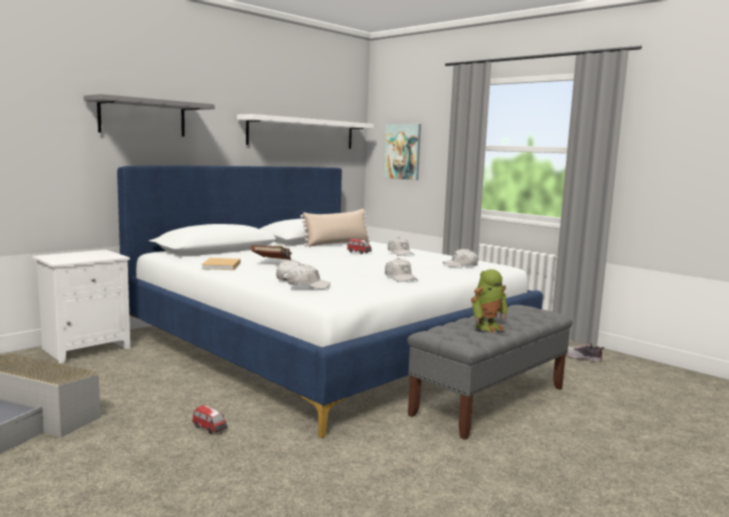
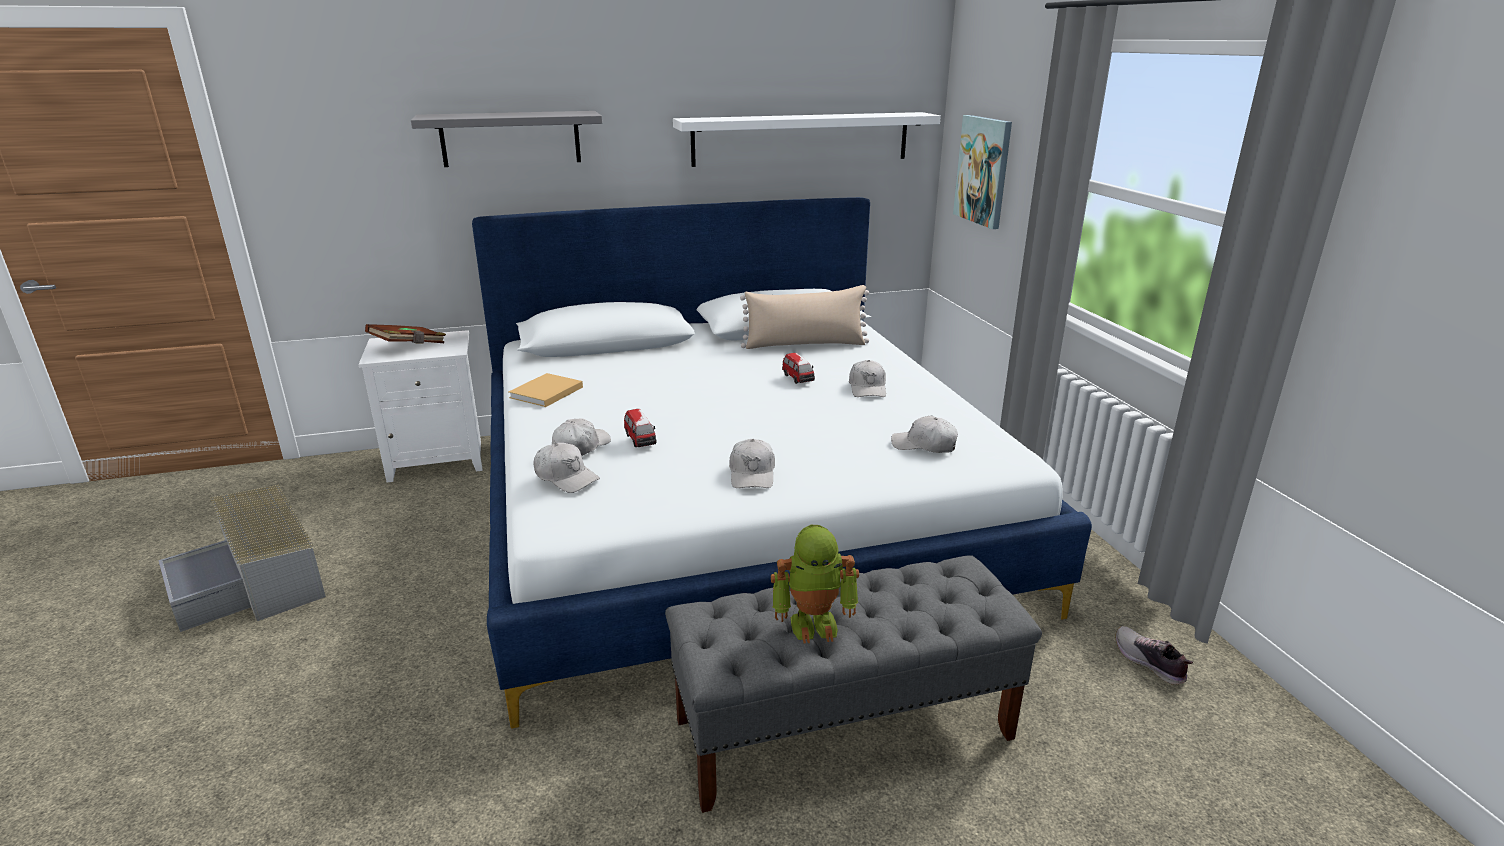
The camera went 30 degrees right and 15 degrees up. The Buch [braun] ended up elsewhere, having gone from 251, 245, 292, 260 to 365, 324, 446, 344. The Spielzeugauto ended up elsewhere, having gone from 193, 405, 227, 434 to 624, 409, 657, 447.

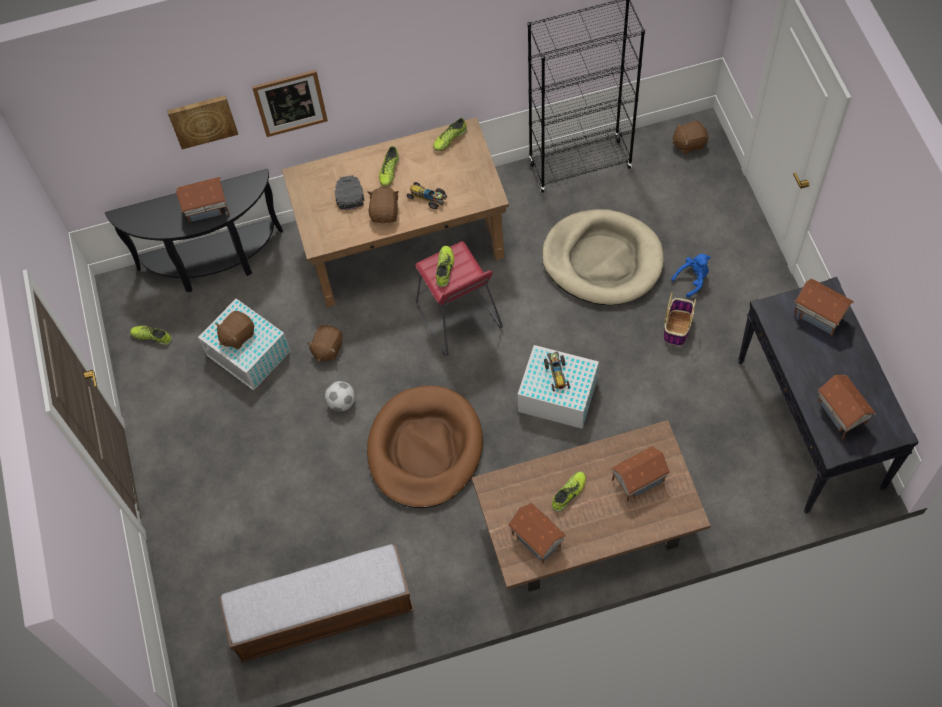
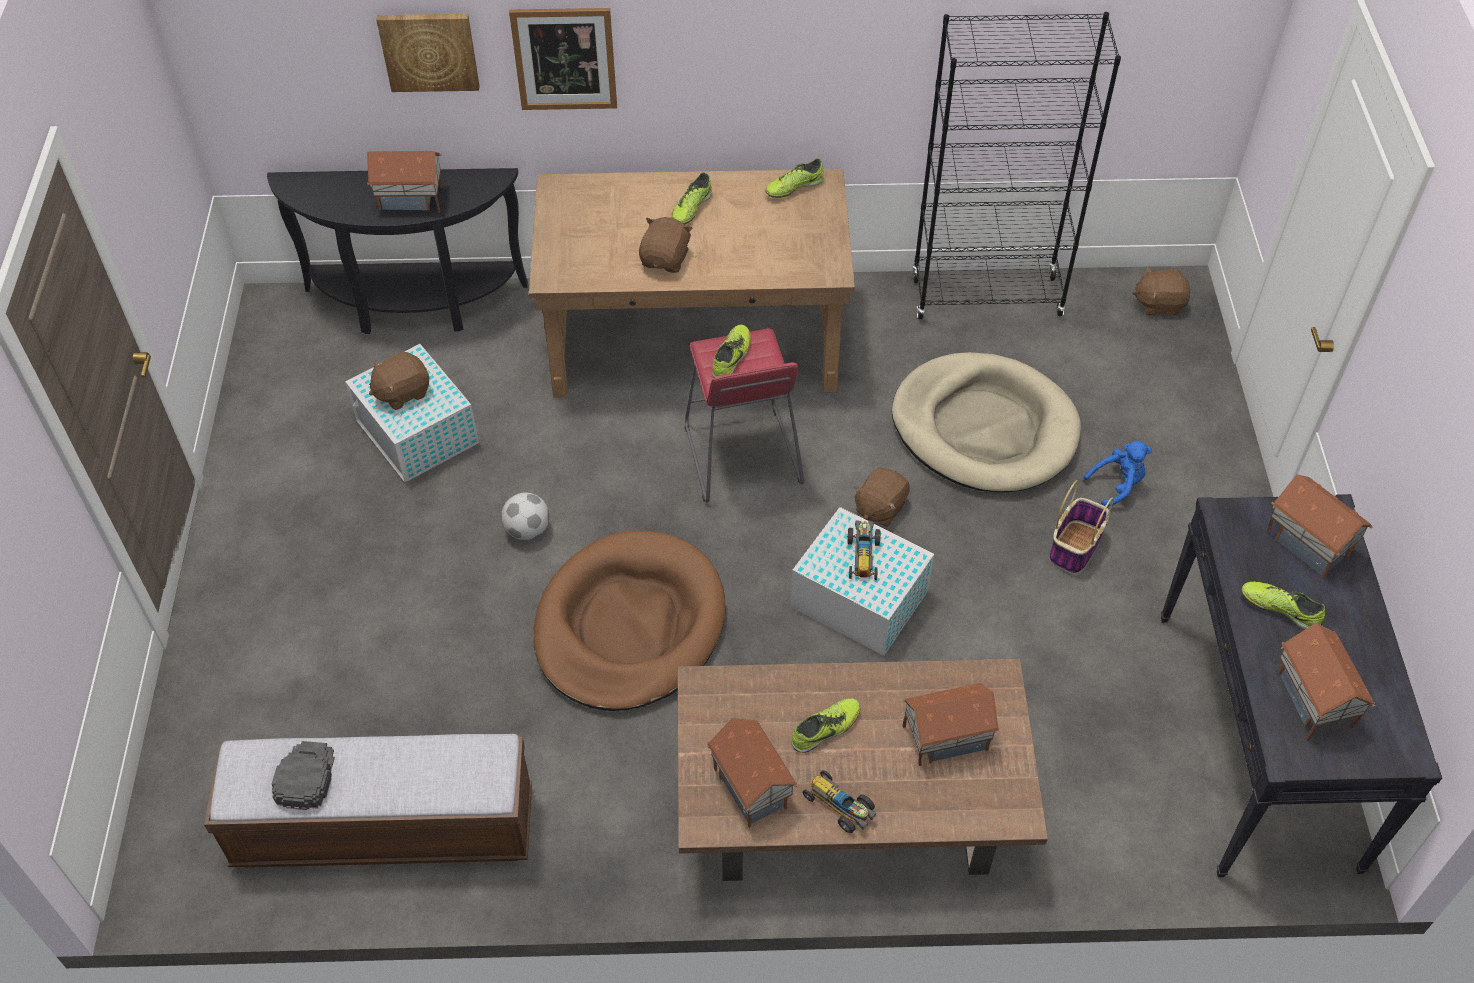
The camera went 10 degrees right and 10 degrees down. The Kappe [schwarz] ended up elsewhere, having gone from 335, 175, 364, 210 to 271, 741, 335, 810. The Spielzeugauto ended up elsewhere, having gone from 407, 182, 447, 209 to 802, 770, 876, 833. The Plüschtier [braun] ended up elsewhere, having gone from 307, 325, 342, 362 to 853, 468, 910, 526. The Schuh ended up elsewhere, having gone from 130, 326, 172, 345 to 1241, 582, 1325, 630.

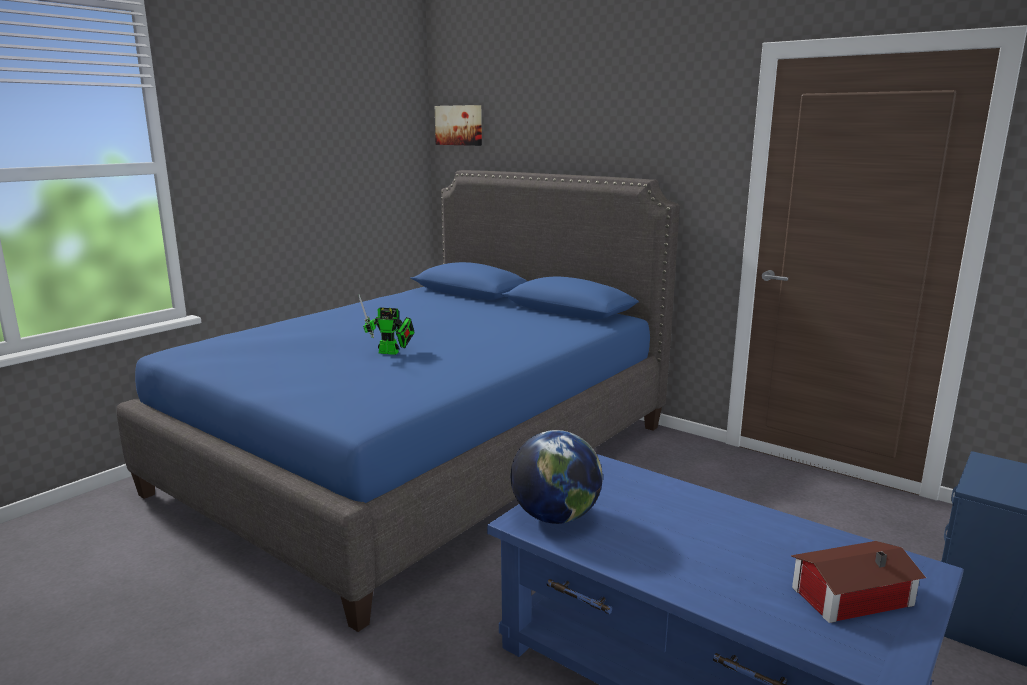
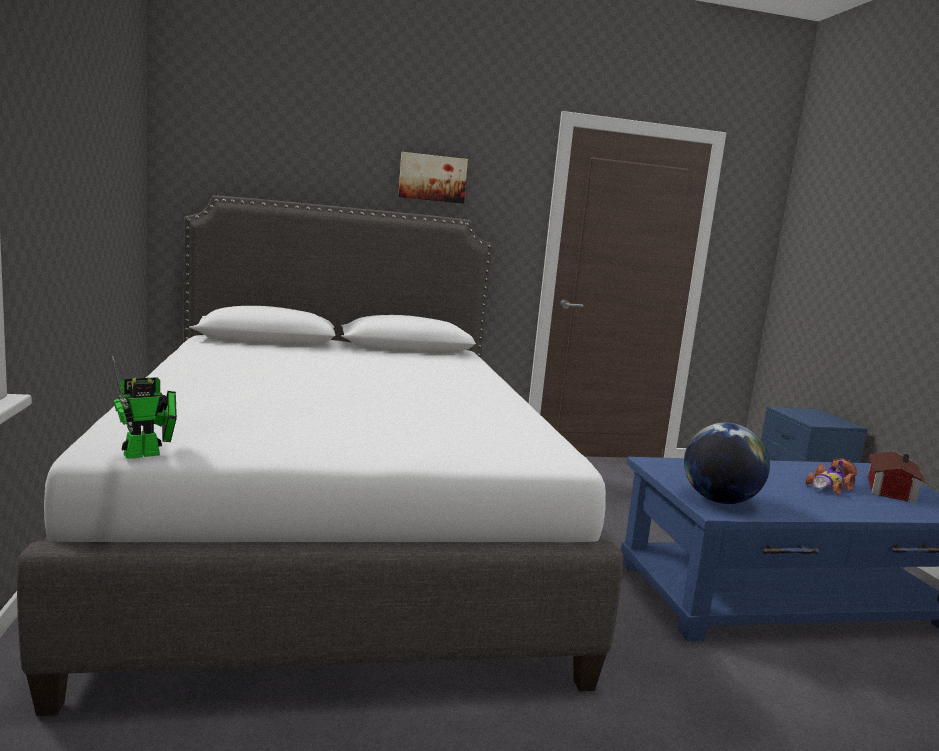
The camera went 50 degrees left and 5 degrees down. The Bild ended up elsewhere, having gone from 435, 105, 482, 146 to 398, 152, 468, 204. What was the Bett [blau] at 117, 170, 680, 632 turned into the Bett [weiß] at 17, 195, 623, 716. The Spielzeugroboter ended up elsewhere, having gone from 358, 294, 415, 355 to 112, 356, 177, 459. The second view gained the Spielzeugauto at 805, 458, 857, 494.

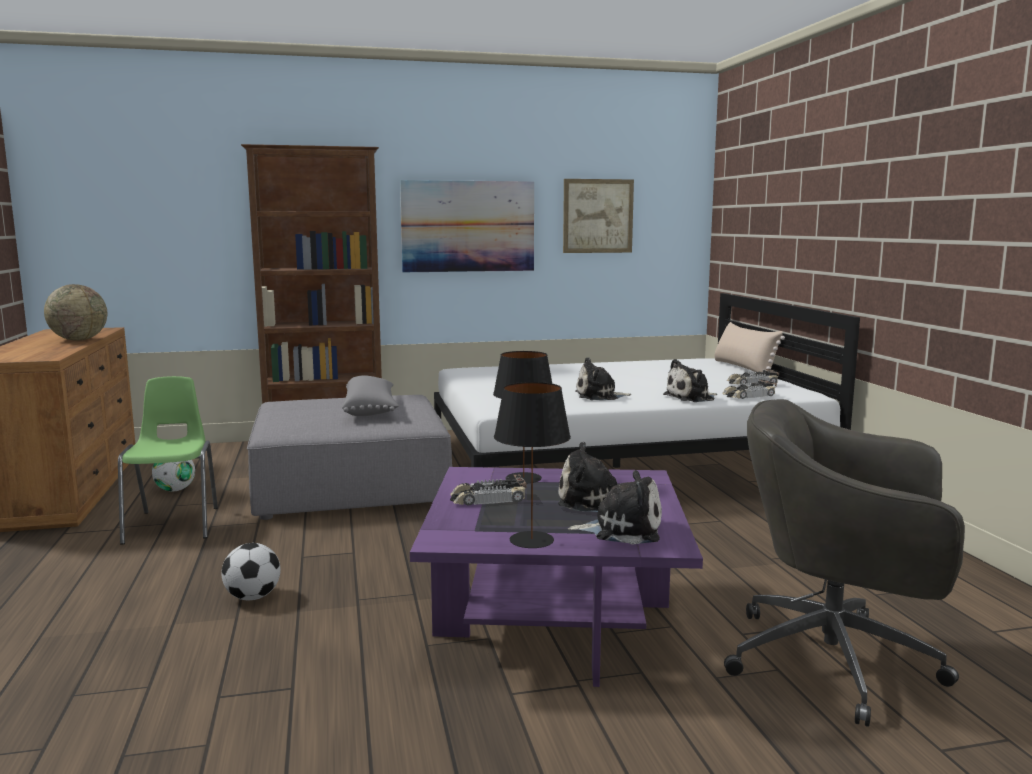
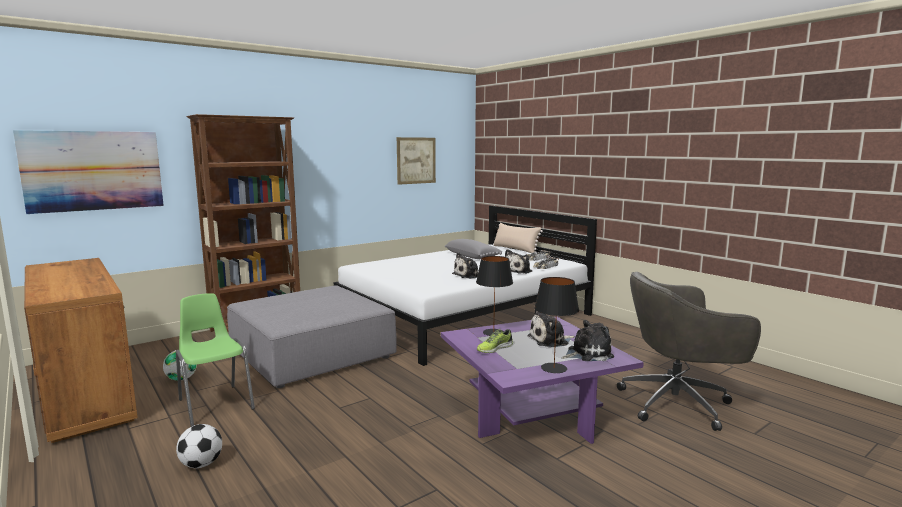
The camera went 25 degrees left and 0 degrees up. The Bild ended up elsewhere, having gone from 400, 180, 534, 272 to 13, 130, 164, 214. The second view lost the Globus at 44, 284, 107, 341. The Kissen [grau] ended up elsewhere, having gone from 342, 375, 399, 416 to 445, 239, 502, 259. Where the Spielzeugauto stood at 450, 474, 527, 506, the Schuh came to stand at 477, 329, 513, 353. The Fußball ended up elsewhere, having gone from 221, 543, 281, 600 to 176, 424, 222, 468.

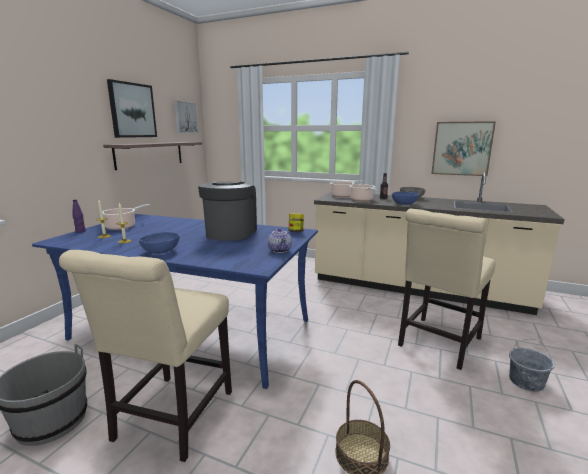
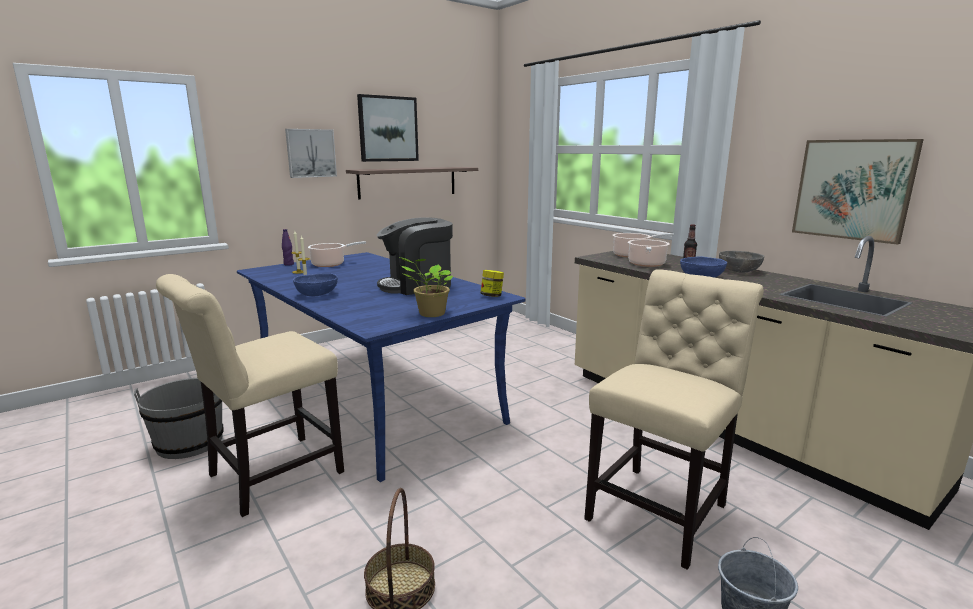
The camera went 30 degrees right and 0 degrees up. The Bild ended up elsewhere, having gone from 174, 101, 199, 133 to 285, 129, 337, 178. The Kaffeemaschine at 198, 181, 257, 241 ended up facing another way, 150 degrees counterclockwise from before. The Stuhl [beige] at 398, 209, 496, 370 ended up facing another way, 150 degrees clockwise from before. Where the Teekanne stood at 268, 228, 292, 253, the Topfpflanze came to stand at 400, 257, 453, 317.

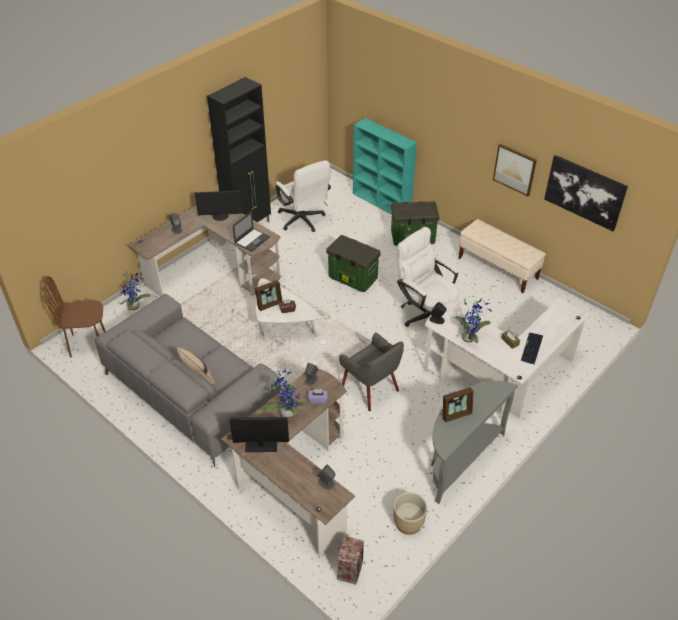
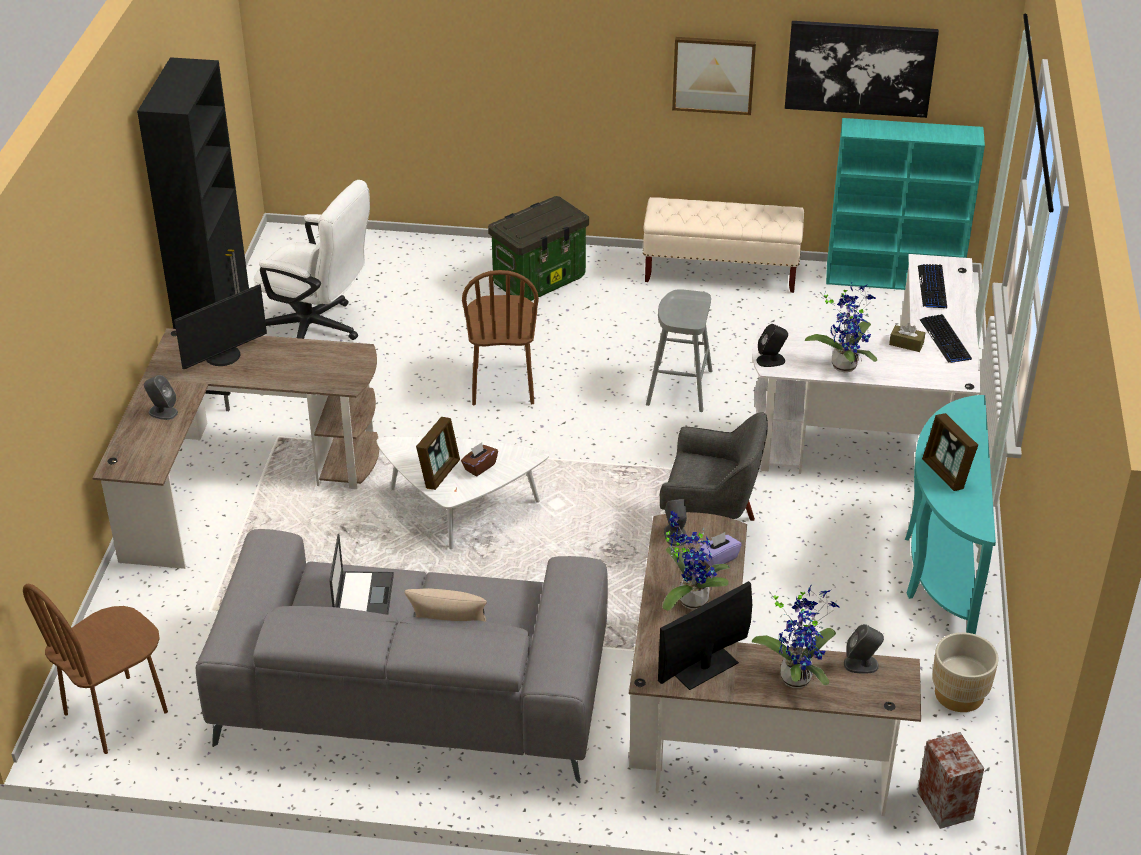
The camera went 35 degrees left and 5 degrees down. The Bücherregal [türkis] ended up elsewhere, having gone from 353, 118, 417, 214 to 826, 118, 985, 290. The Laptop ended up elsewhere, having gone from 232, 211, 270, 252 to 329, 534, 394, 615. Where the Bürostuhl [weiß] stood at 397, 227, 460, 327, the Hocker [grau] came to stand at 646, 289, 713, 412. Where the Aufbewahrungsbox stood at 326, 235, 381, 292, the Stuhl [braun] came to stand at 462, 270, 539, 405. The Topfpflanze ended up elsewhere, having gone from 121, 271, 151, 311 to 752, 584, 840, 688. What was the Konsolentisch [grau] at 431, 381, 518, 504 turned into the Konsolentisch [türkis] at 905, 395, 996, 634. The Bilderrahmen at 443, 387, 474, 422 ended up facing another way, 120 degrees clockwise from before. The second view gained the Tastatur at 918, 264, 947, 309.

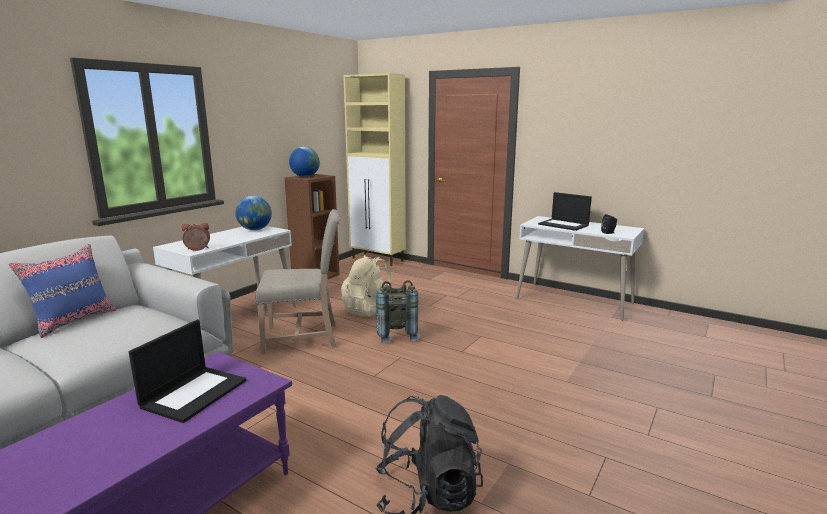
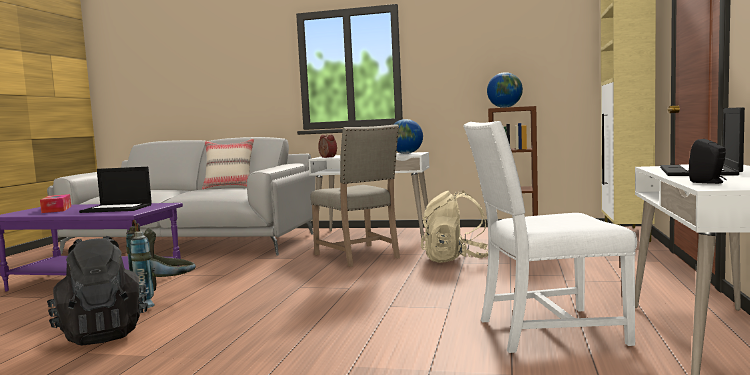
The camera went 70 degrees right and 10 degrees down. What was the Kissen [blau] at 9, 244, 117, 338 turned into the Kissen [beige] at 202, 139, 254, 189. The Rucksack [grau] ended up elsewhere, having gone from 376, 280, 420, 344 to 126, 220, 196, 309. The second view gained the Stuhl [weiß] at 464, 121, 637, 353. The second view gained the Taschentuchbox at 40, 194, 71, 213.

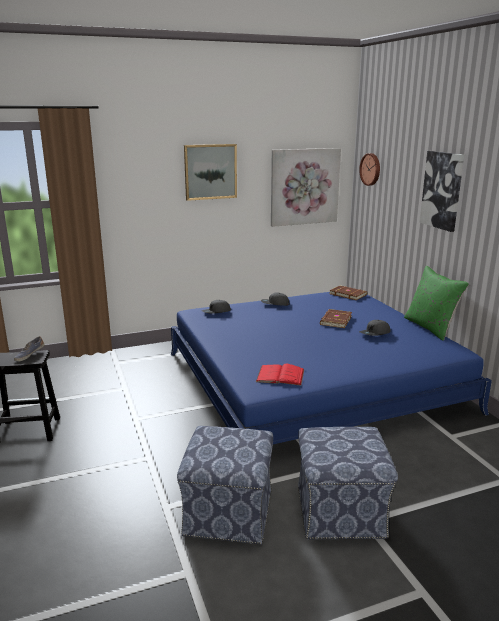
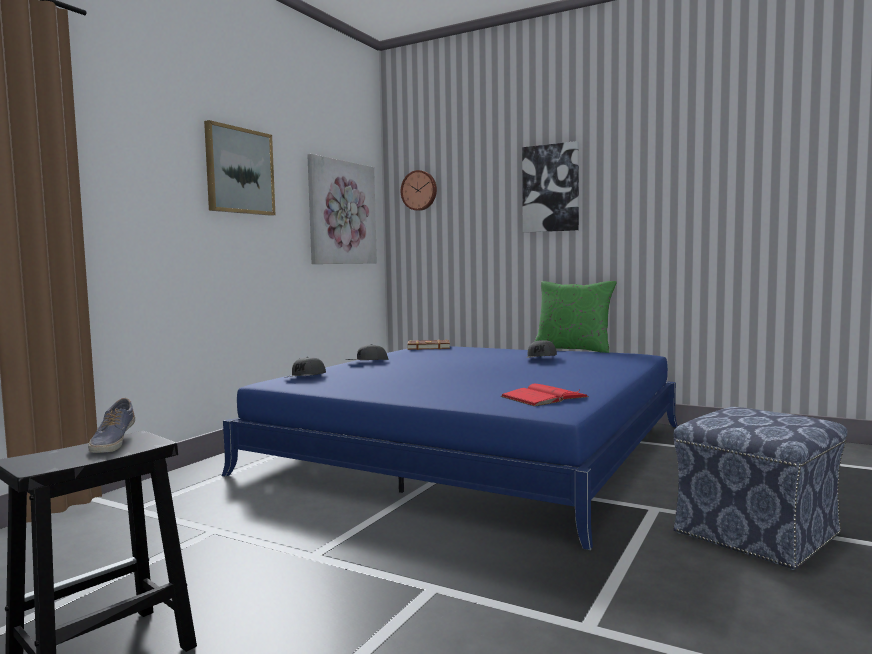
The camera went 40 degrees left and 15 degrees down. The second view lost the Buch [braun] at 320, 309, 352, 328. The second view lost the Polsterhocker at 177, 426, 273, 544.

